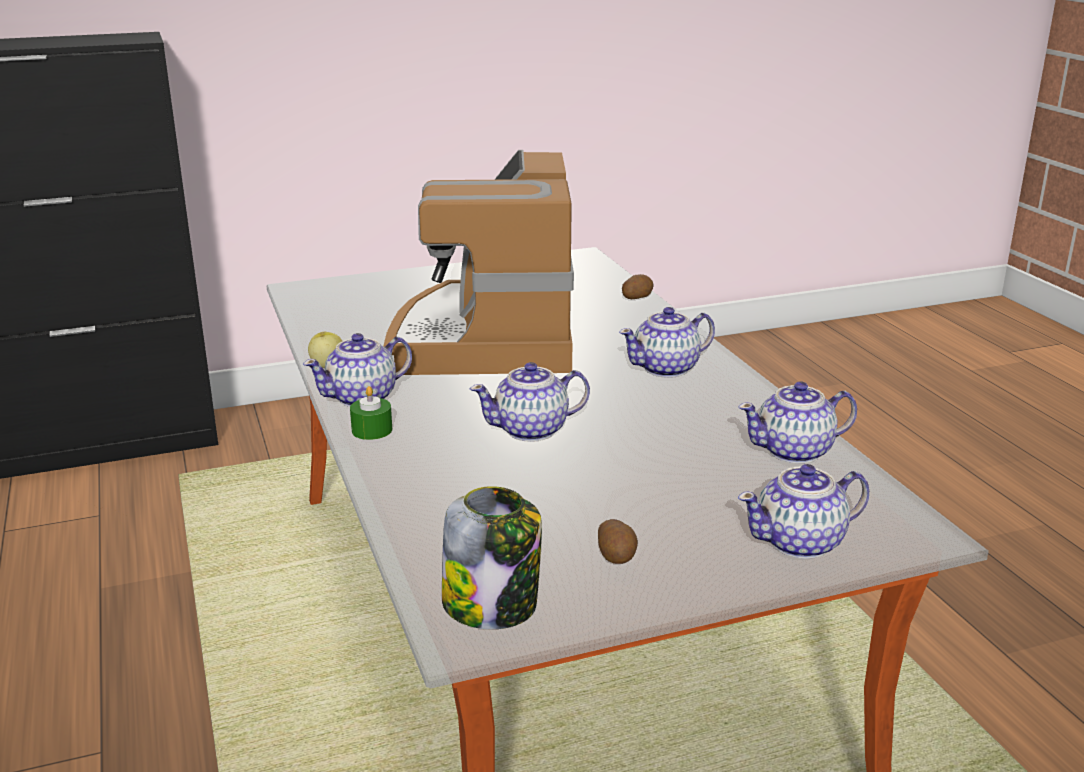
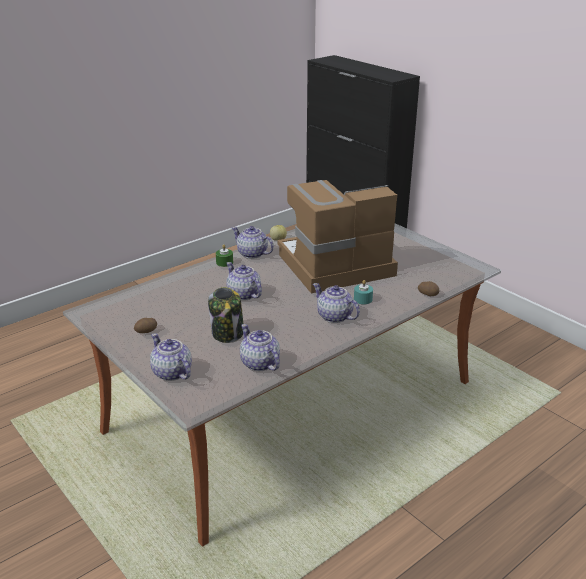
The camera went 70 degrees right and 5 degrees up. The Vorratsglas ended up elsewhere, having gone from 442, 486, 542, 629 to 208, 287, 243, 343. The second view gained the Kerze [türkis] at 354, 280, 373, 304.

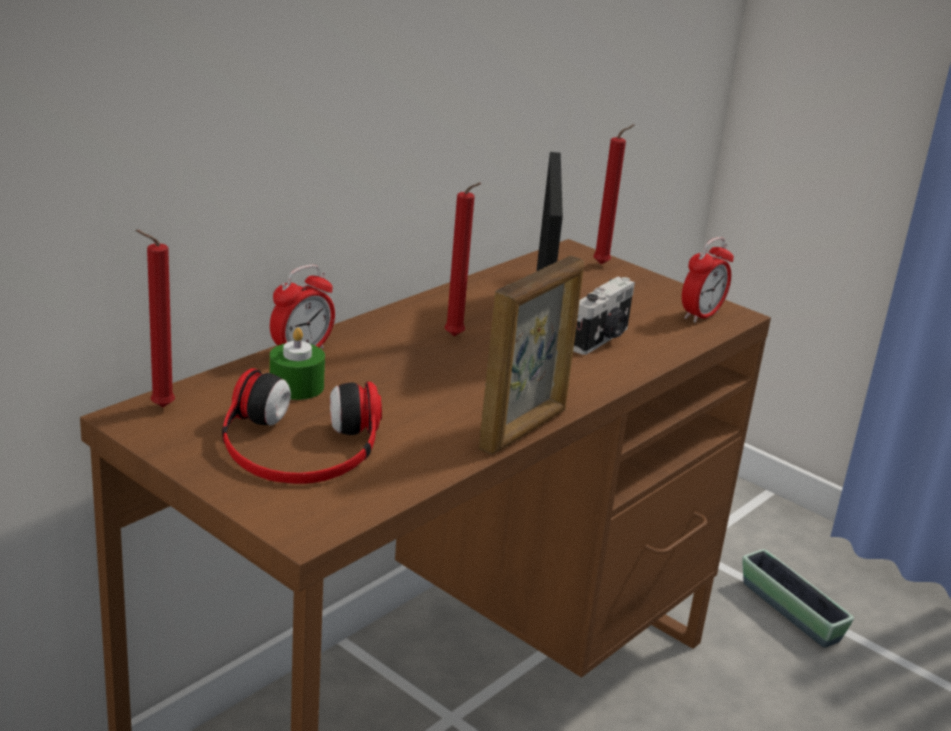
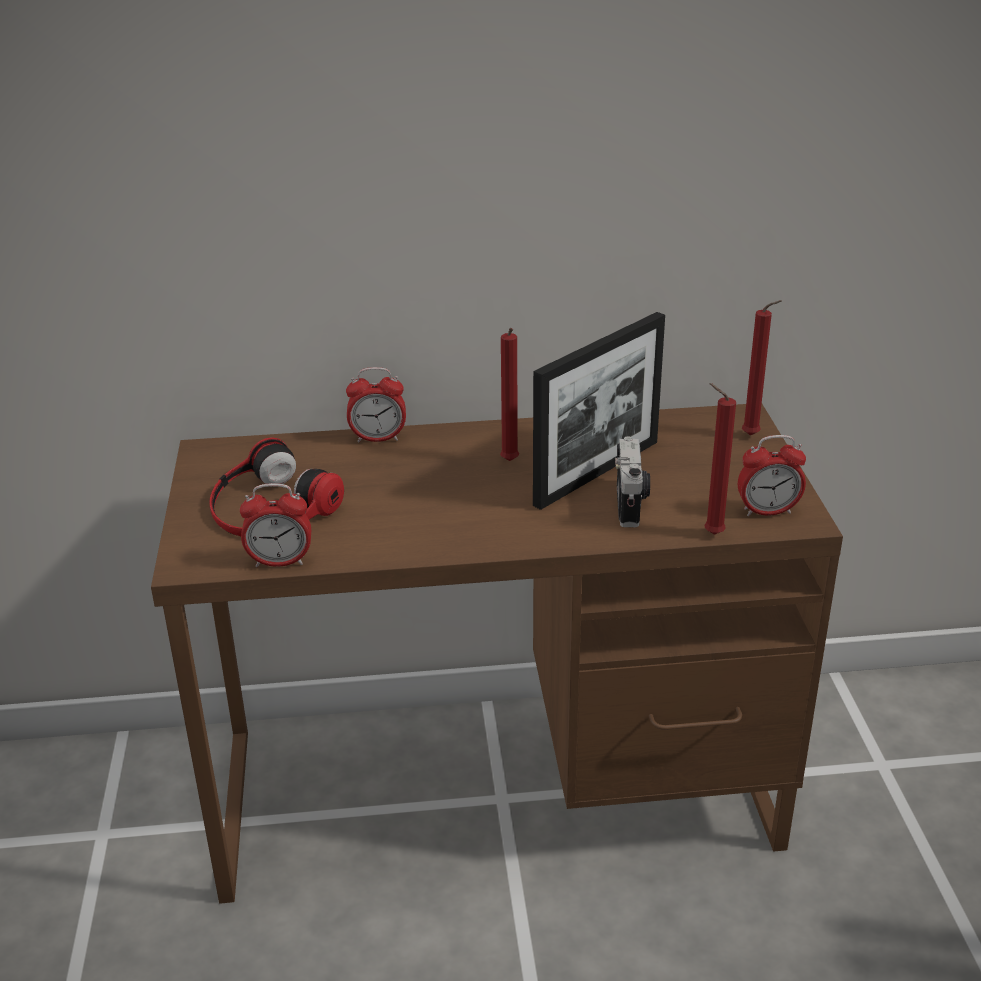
The camera went 45 degrees right and 5 degrees up. The Kerze [rot] ended up elsewhere, having gone from 135, 230, 175, 407 to 705, 383, 736, 535. The second view lost the Bilderrahmen at 479, 256, 584, 455. The Kamera at 573, 277, 635, 355 ended up facing another way, 75 degrees counterclockwise from before. The second view lost the Kerze [grün] at 269, 328, 325, 400. The second view lost the Pflanzkübel at 742, 549, 854, 648. The second view gained the Wecker at 240, 483, 311, 567.

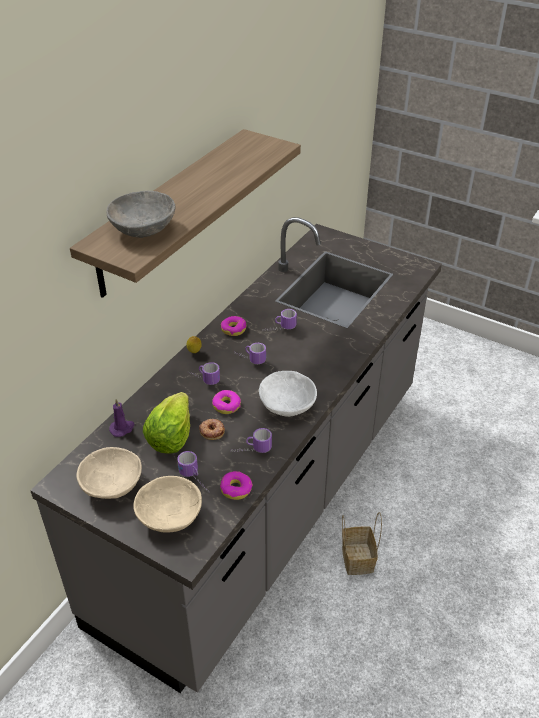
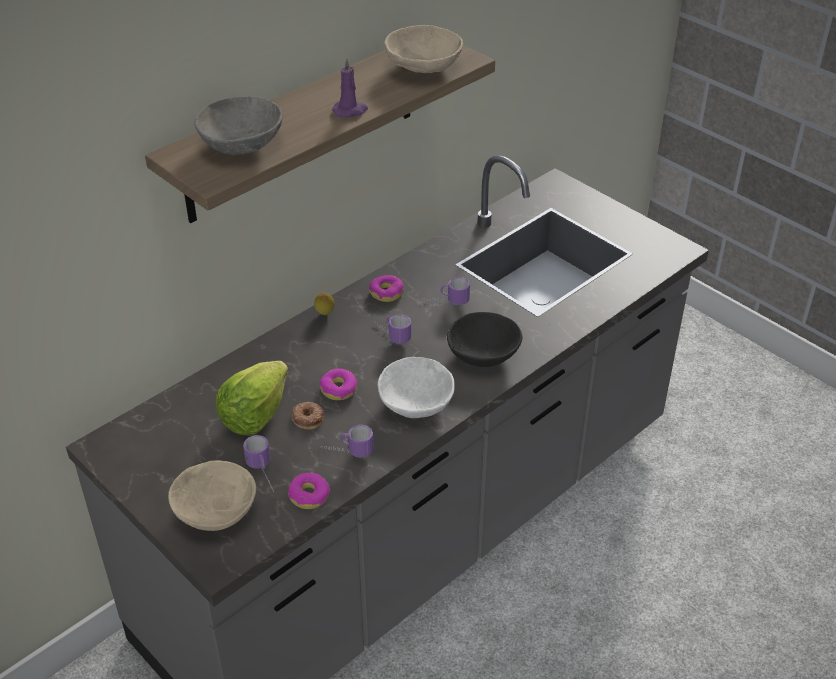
The camera went 15 degrees right and 0 degrees up. The second view lost the Henkelbecher at 188, 362, 220, 385. The Kerze [lila] ended up elsewhere, having gone from 109, 399, 135, 437 to 332, 58, 368, 118. The Schüssel [beige] ended up elsewhere, having gone from 76, 447, 142, 499 to 384, 25, 463, 73. The second view lost the Korb at 342, 512, 382, 575. The second view gained the Schüssel [schwarz] at 447, 312, 522, 367.

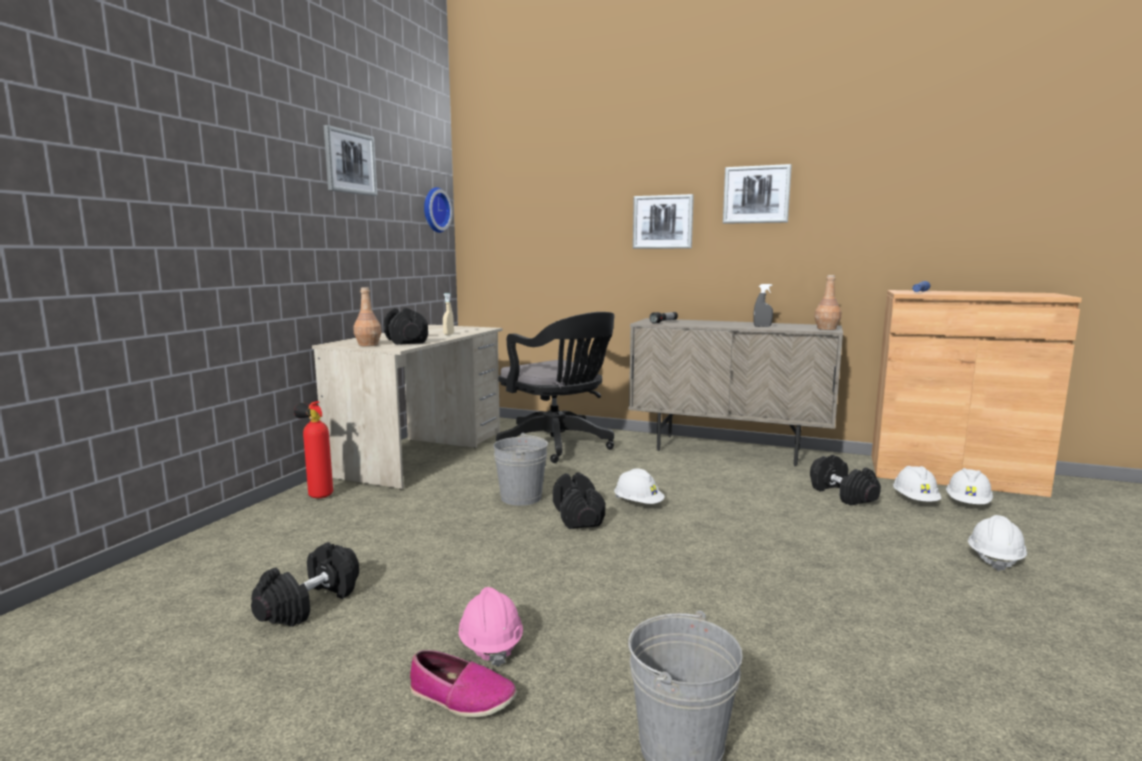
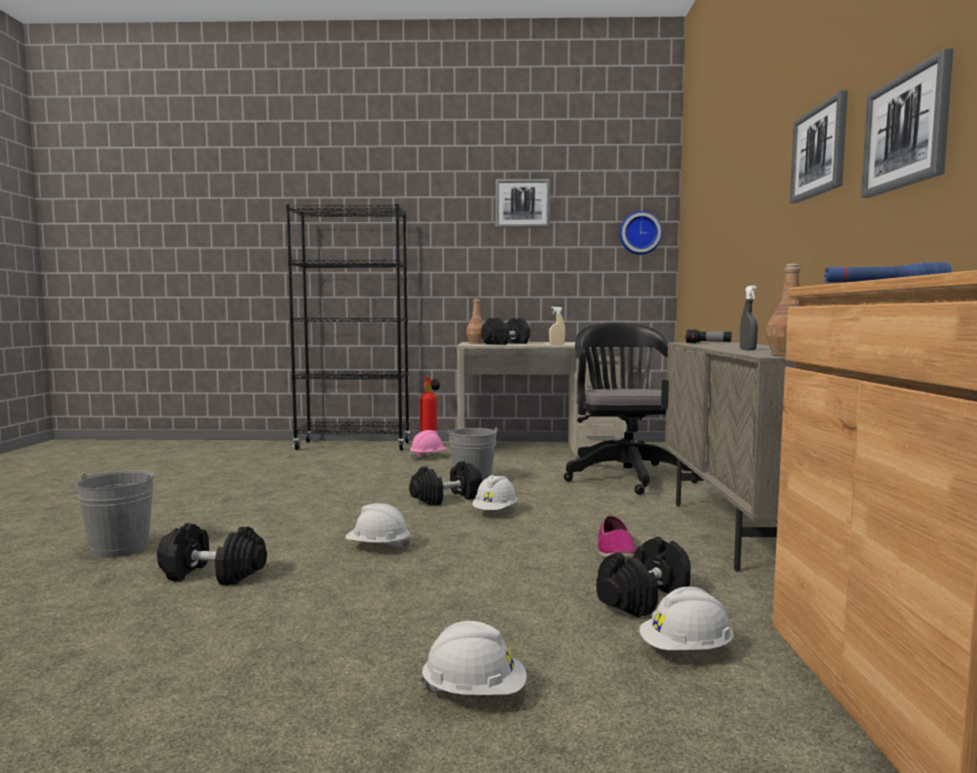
The camera went 70 degrees right and 5 degrees down. The Bild ended up elsewhere, having gone from 633, 194, 694, 249 to 861, 49, 953, 198. The Bürostuhl [schwarz] at 496, 312, 615, 463 ended up facing another way, 150 degrees clockwise from before. The Schutzhelm [weiß] ended up elsewhere, having gone from 946, 468, 993, 504 to 345, 503, 411, 549. The Hantel [schwarz] ended up elsewhere, having gone from 251, 542, 359, 627 to 157, 523, 267, 585. The Schutzhelm [rosa] ended up elsewhere, having gone from 459, 587, 523, 667 to 410, 430, 448, 459. The Schuh ended up elsewhere, having gone from 410, 650, 517, 717 to 598, 515, 636, 559. The second view gained the Bücherregal [schwarz] at 286, 204, 410, 451.

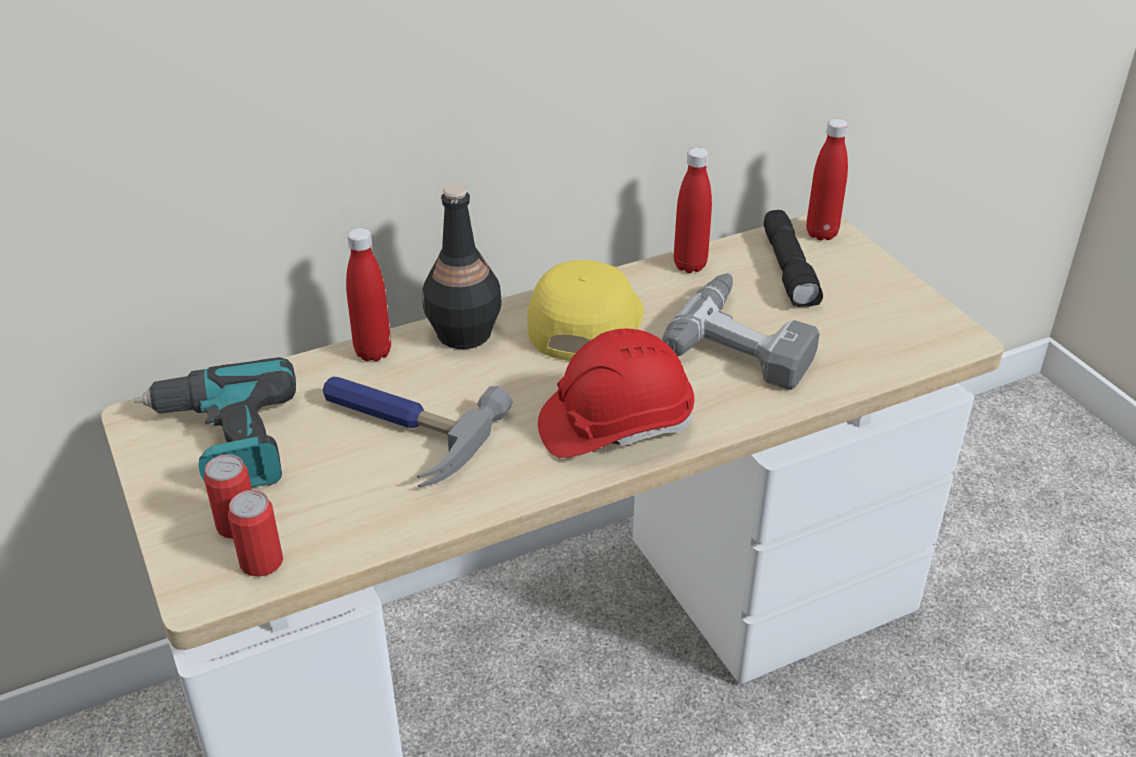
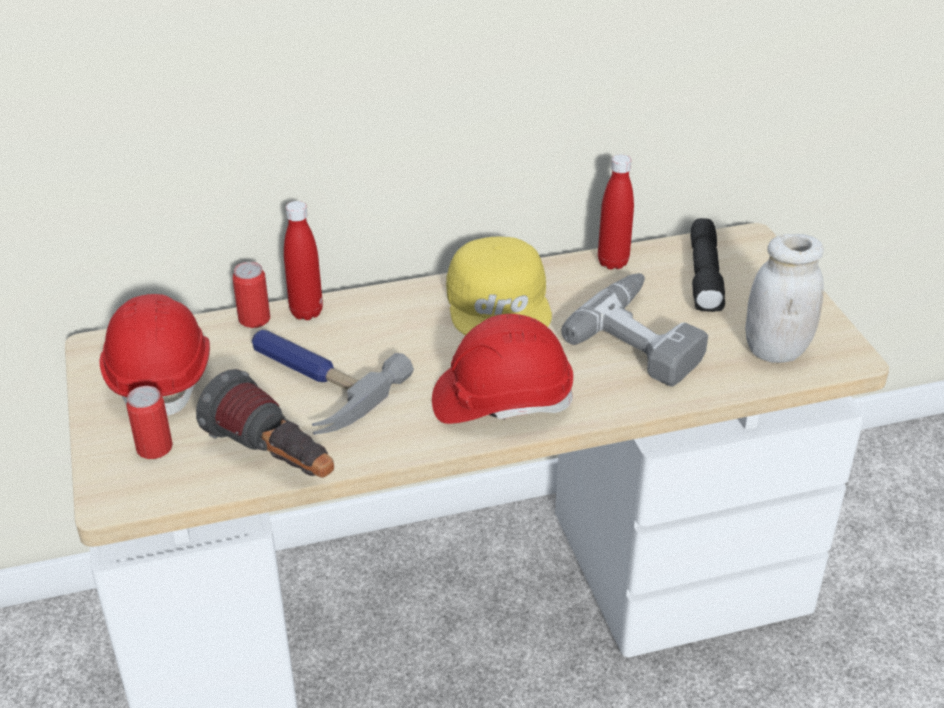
The camera went 10 degrees right and 0 degrees up. The second view lost the Flasche [rot] at 806, 118, 848, 240. The second view lost the Flasche [schwarz] at 422, 184, 502, 349. The Kappe [gelb] at 527, 260, 644, 361 ended up facing another way, 150 degrees clockwise from before. Where the Bohrmaschine stood at 134, 357, 296, 488, the Schutzhelm [rot] came to stand at 99, 294, 210, 416. The Dose ended up elsewhere, having gone from 228, 490, 283, 577 to 233, 262, 270, 328. The second view gained the Vorratsglas [weiß] at 745, 234, 824, 363. The second view gained the Taschenlampe at 196, 369, 334, 478.

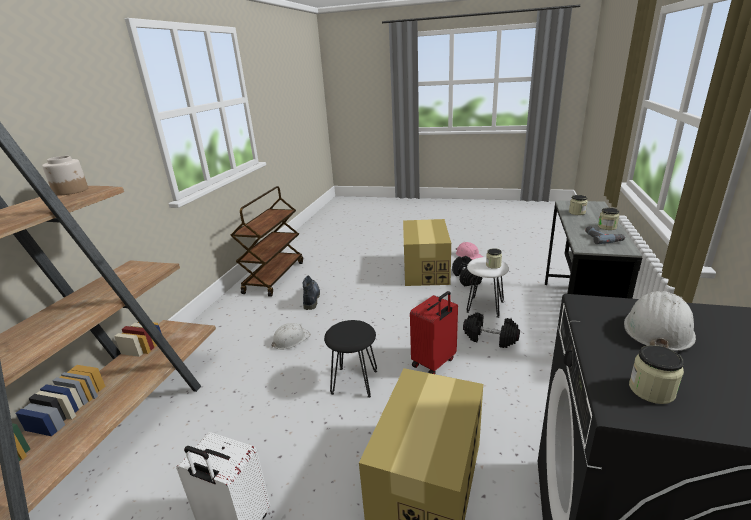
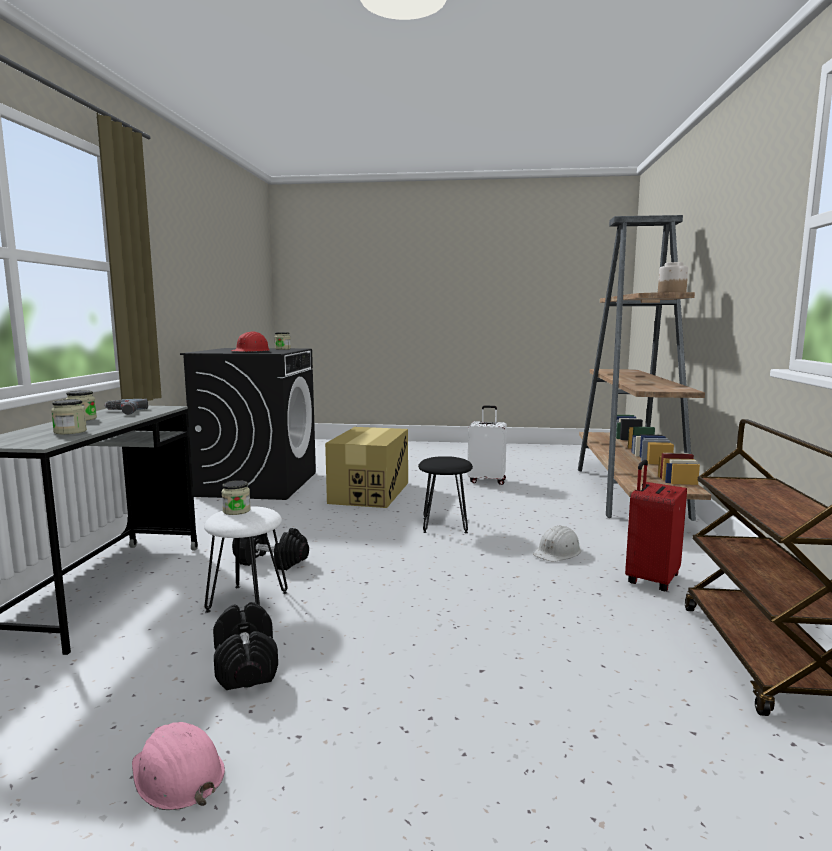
The camera went 170 degrees right and 15 degrees down. The second view lost the Karton at 403, 219, 451, 286. The second view lost the Stiefel at 303, 275, 320, 310. The Koffer [rot] ended up elsewhere, having gone from 410, 291, 458, 374 to 625, 460, 687, 592. What was the Schutzhelm [weiß] at 624, 291, 696, 351 turned into the Schutzhelm [rot] at 231, 331, 270, 352.

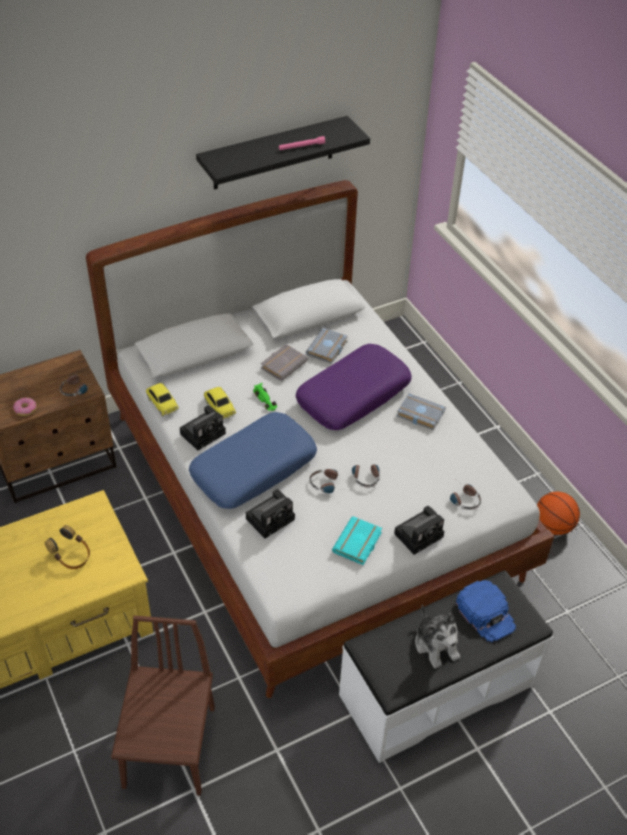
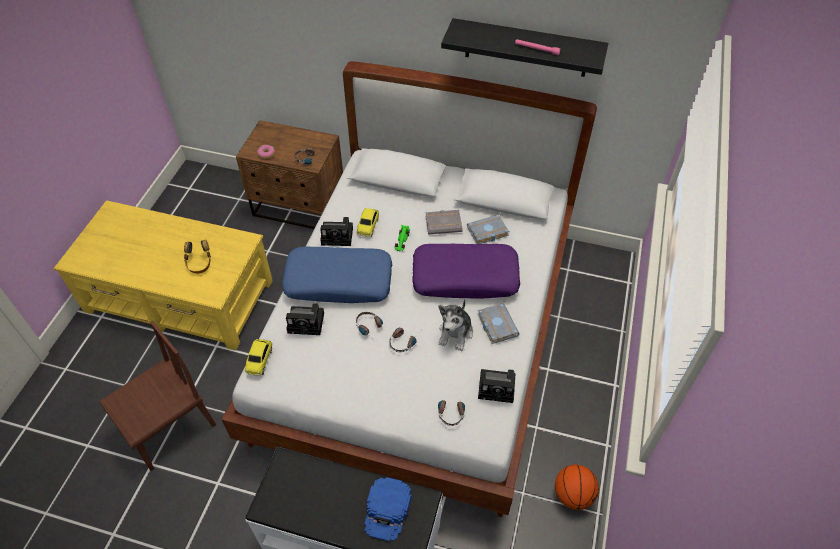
The camera went 45 degrees right and 5 degrees up. The Spielzeugauto ended up elsewhere, having gone from 146, 383, 179, 416 to 245, 339, 272, 376. The Kamera ended up elsewhere, having gone from 394, 506, 444, 555 to 478, 369, 516, 403. The second view lost the Buch [türkis] at 332, 516, 382, 565. The Plüschtier ended up elsewhere, having gone from 415, 604, 460, 669 to 438, 299, 473, 351.

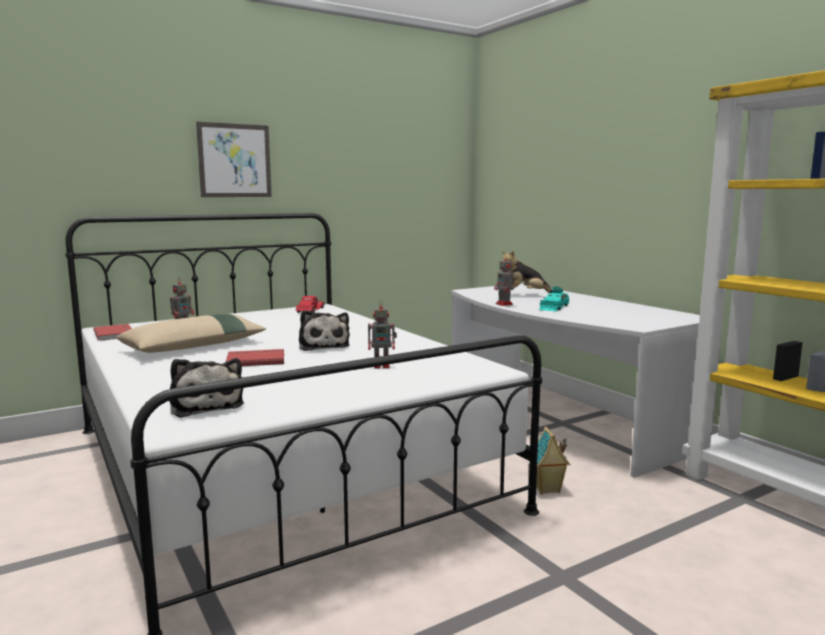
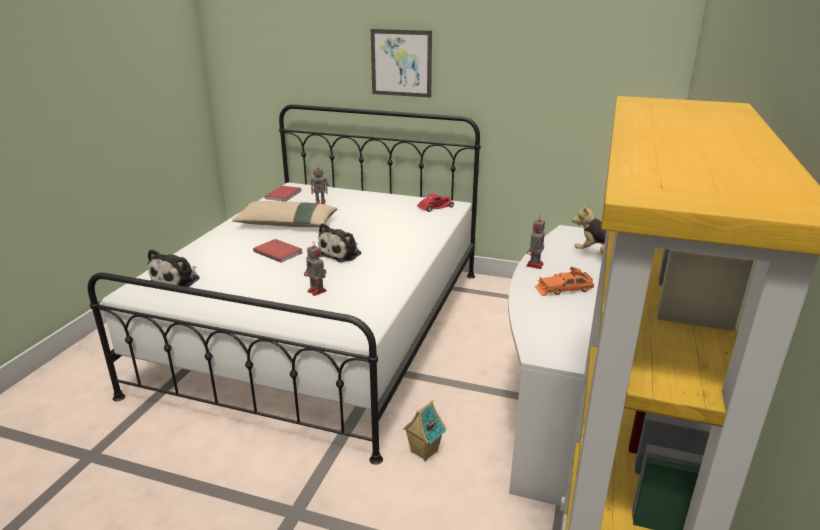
The camera went 50 degrees right and 15 degrees up. What was the Spielzeugauto [türkis] at 539, 286, 570, 311 turned into the Spielzeugauto [orange] at 535, 267, 594, 296.

